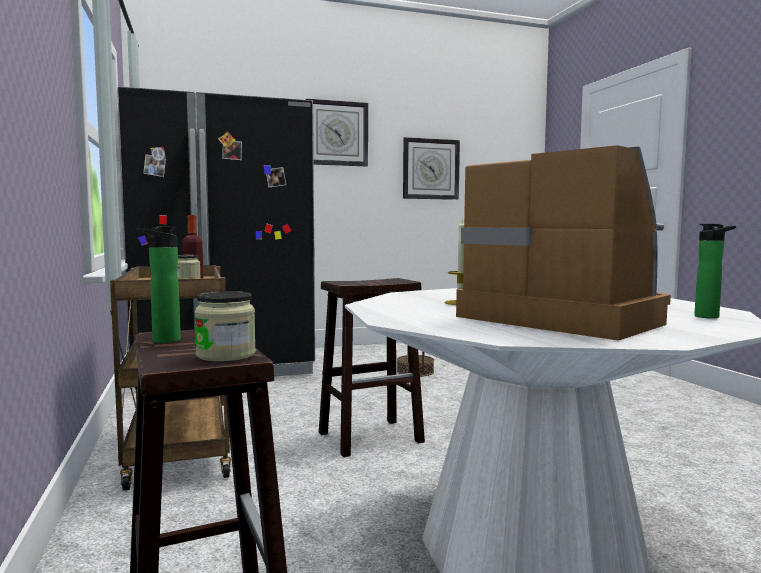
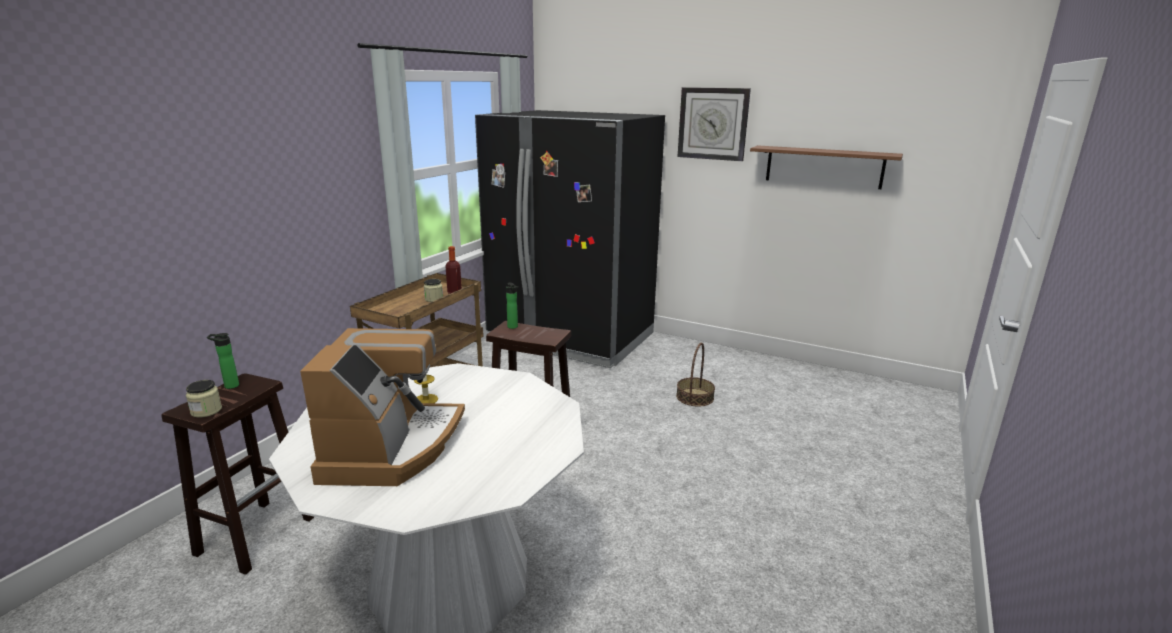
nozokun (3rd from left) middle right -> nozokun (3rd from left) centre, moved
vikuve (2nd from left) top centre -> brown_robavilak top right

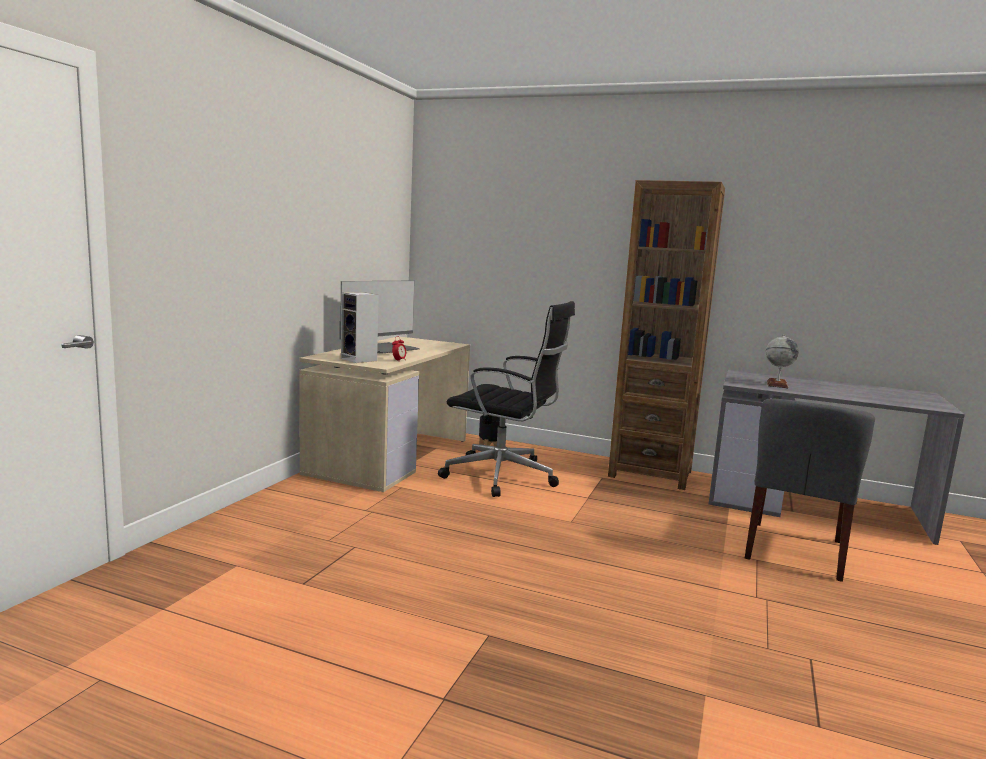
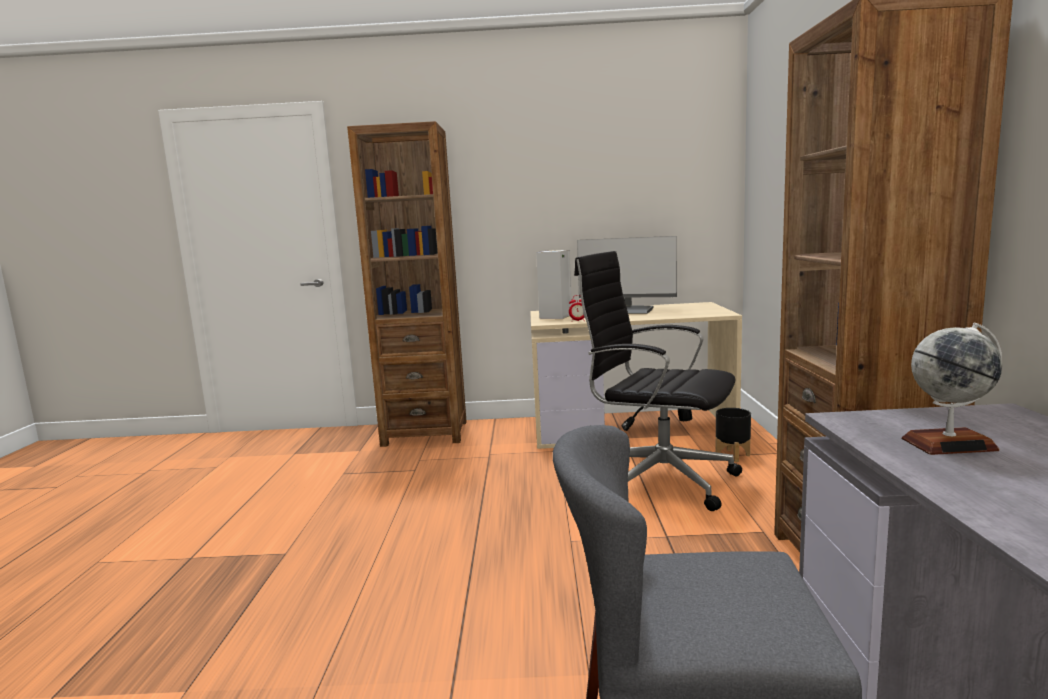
none -> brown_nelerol (1st from left) centre
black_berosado centre, 120 degrees clockwise

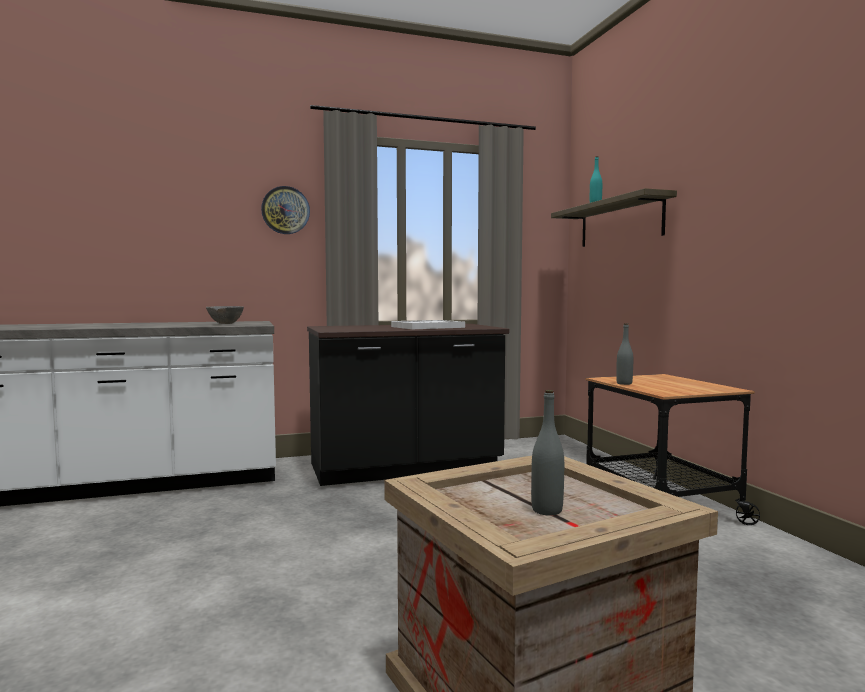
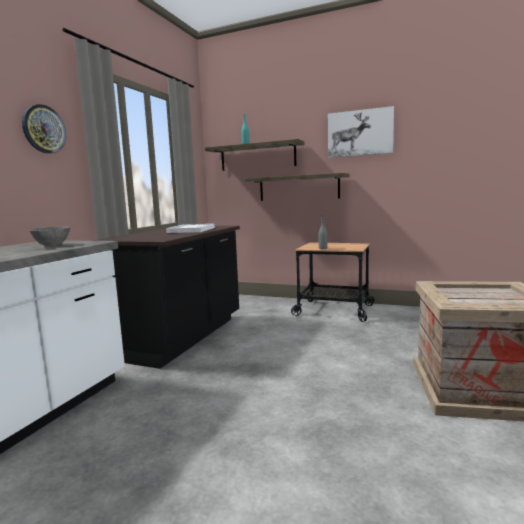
grey_nozokun (1st from left) centre -> none
none -> robavilak (2nd from left) centre
none -> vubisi top right

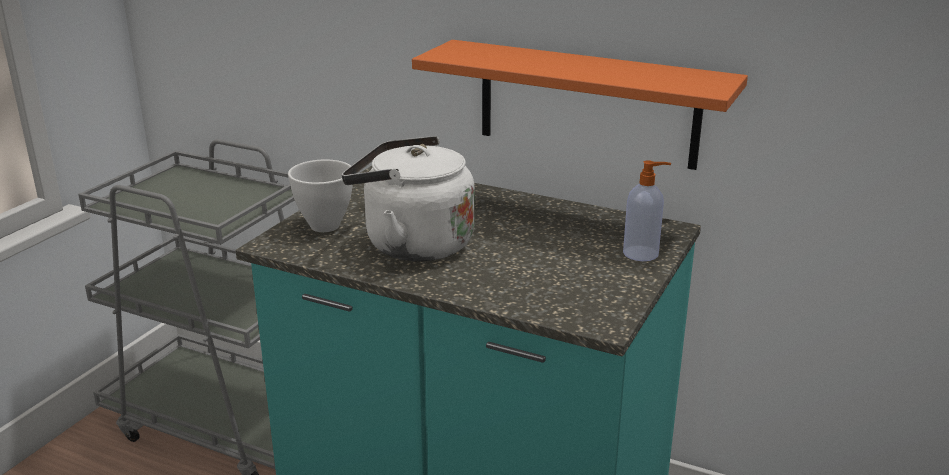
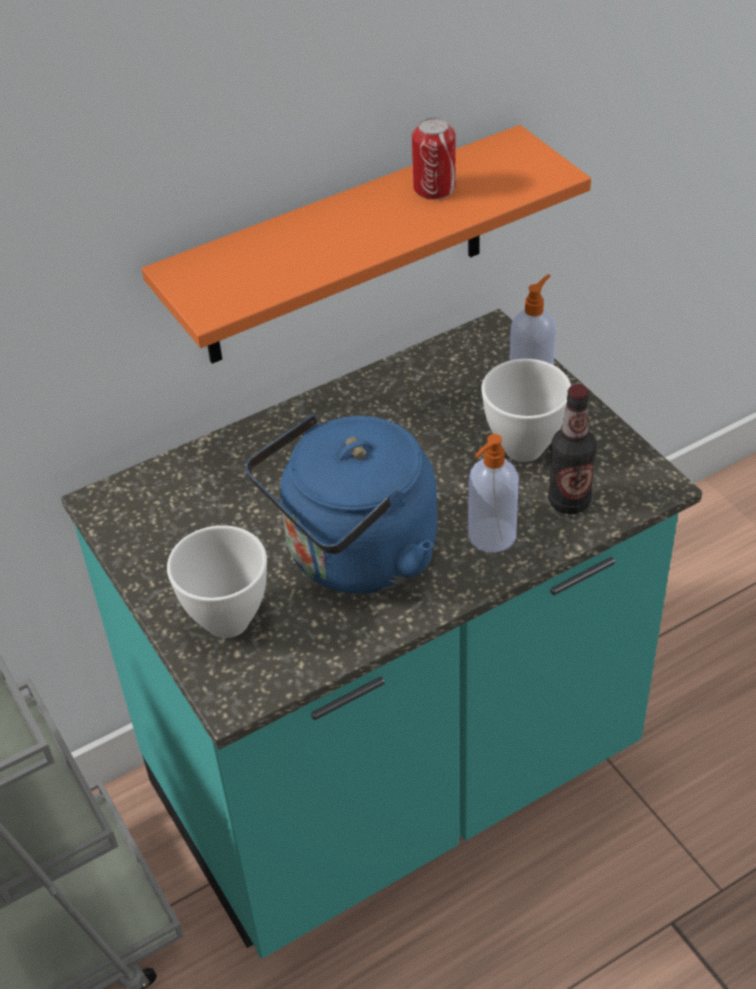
none -> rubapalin top centre
none -> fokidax (1st from left) centre
none -> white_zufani (2nd from left) middle right
none -> nozokun middle right
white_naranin centre -> blue_naranin centre

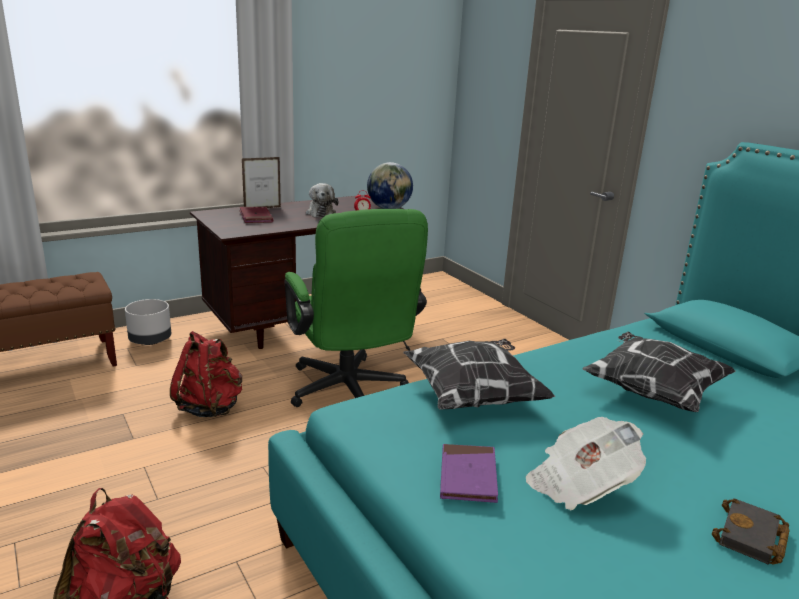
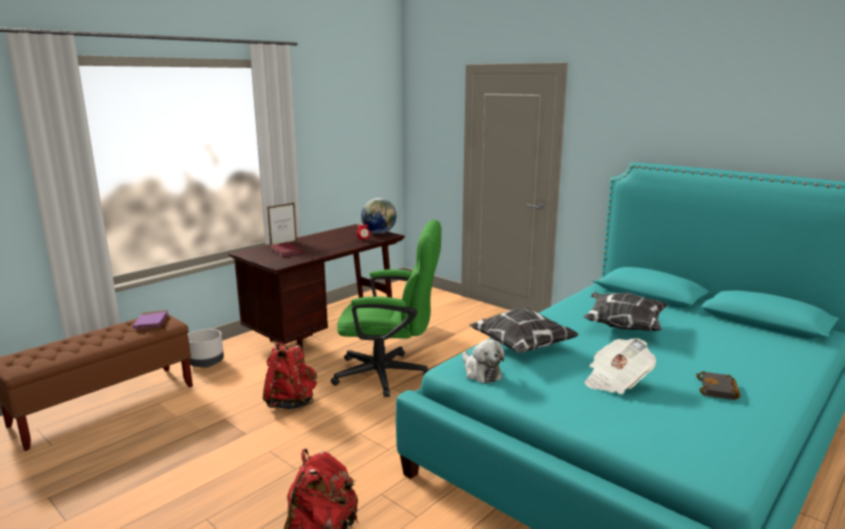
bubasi centre -> bubasi bottom centre, moved
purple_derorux bottom centre -> purple_derorux middle left, moved
green_berosado centre, 45 degrees counterclockwise

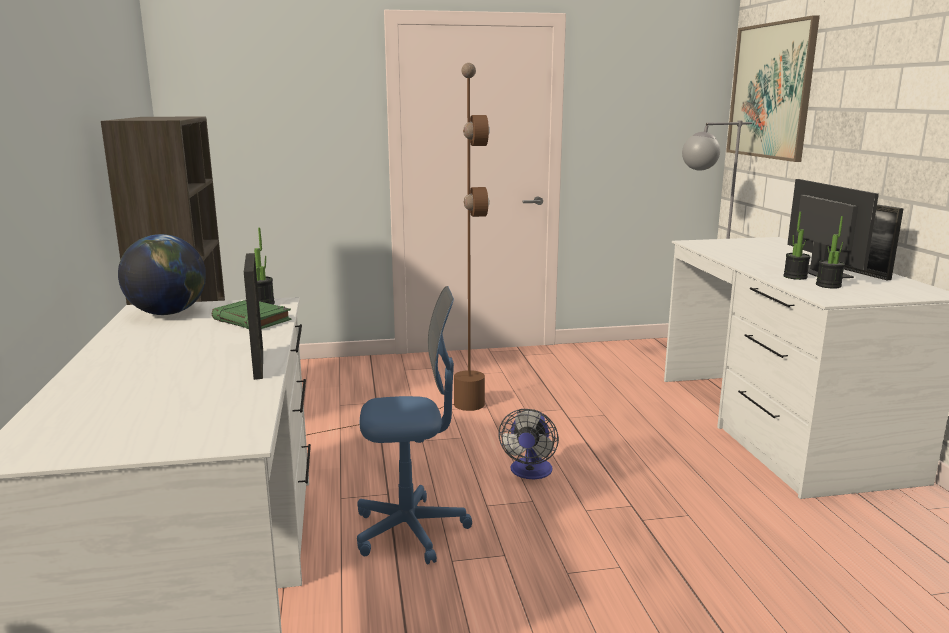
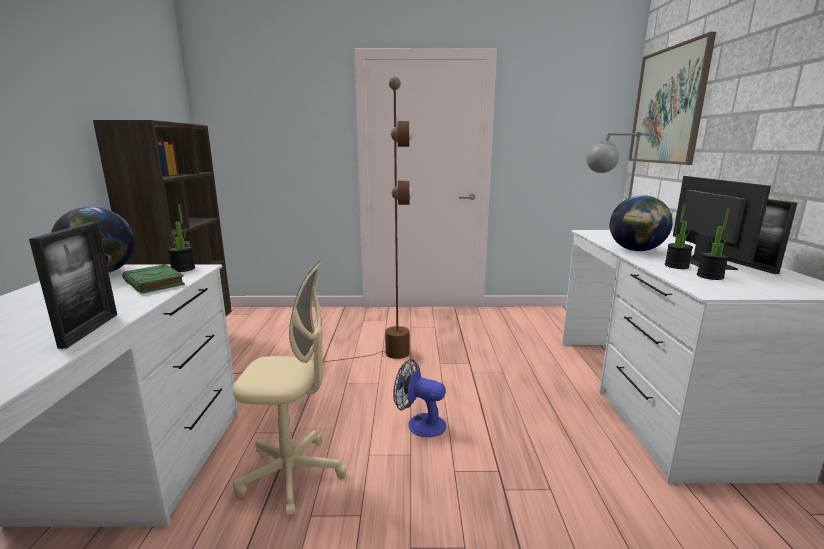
none -> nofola (2nd from left) middle right
blue_berosado bottom centre -> beige_berosado bottom centre
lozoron bottom centre, 90 degrees clockwise

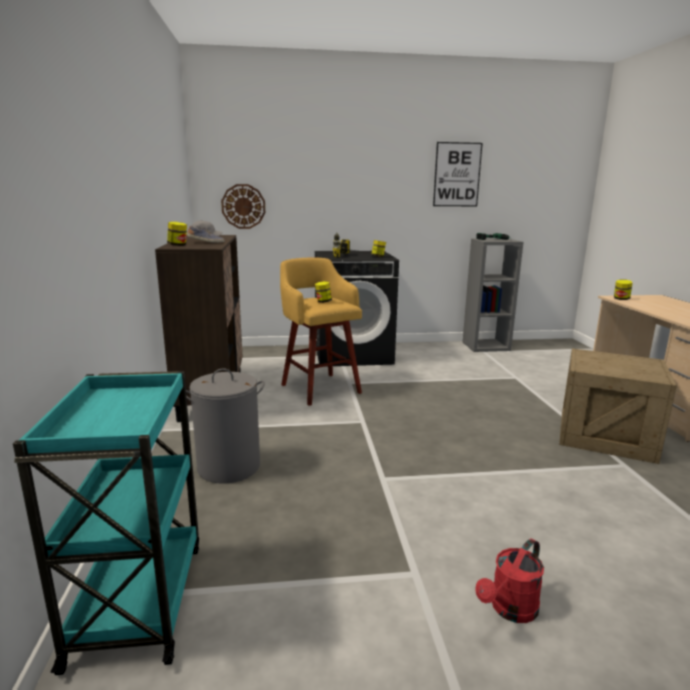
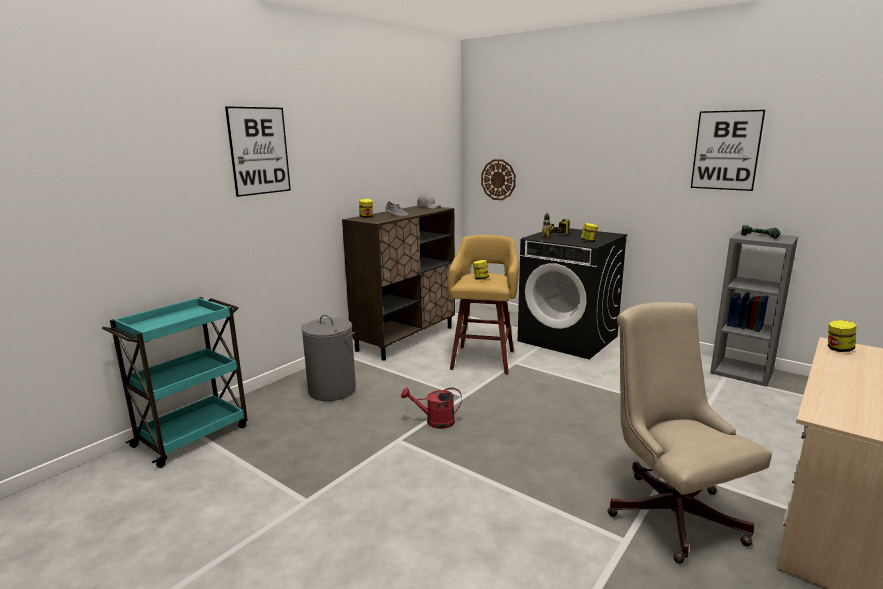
none -> vubisi (1st from left) top left
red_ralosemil bottom right -> red_ralosemil bottom centre, moved
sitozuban middle right -> beige_berosado bottom right

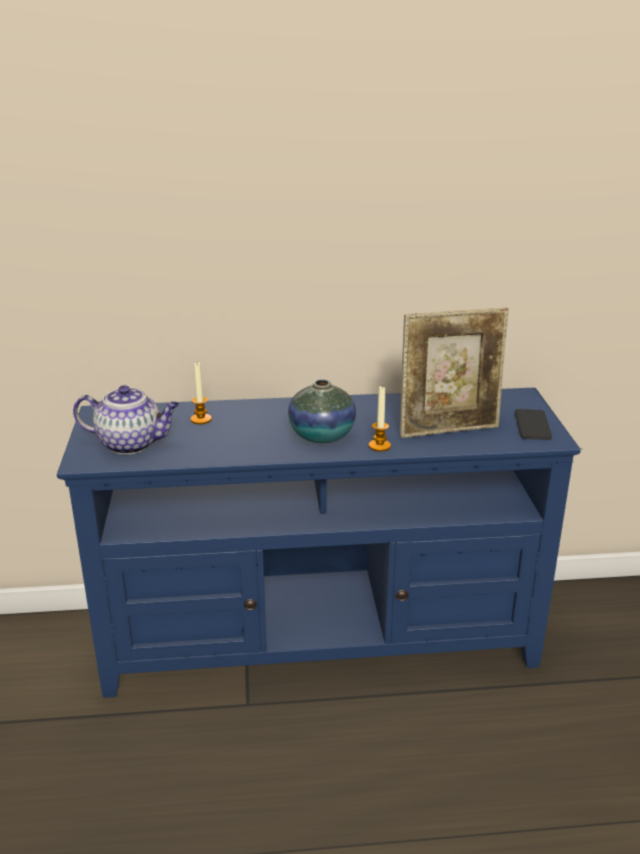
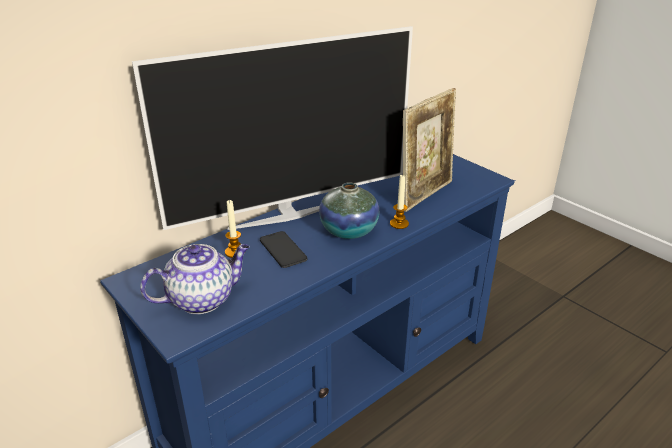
none -> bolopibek top centre
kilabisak middle right -> kilabisak centre, moved

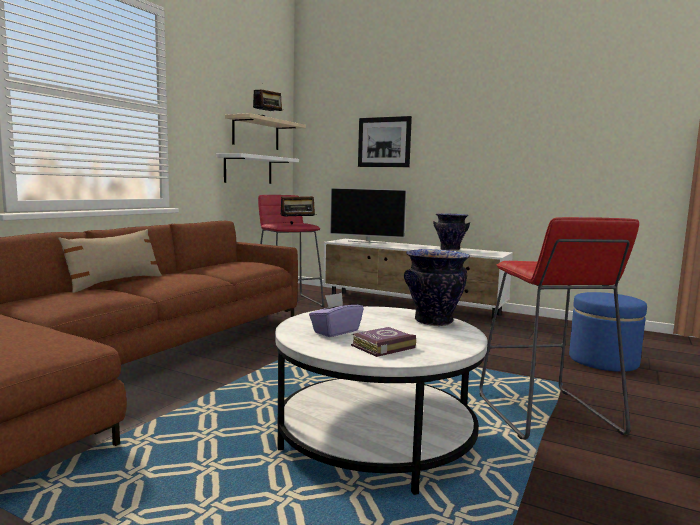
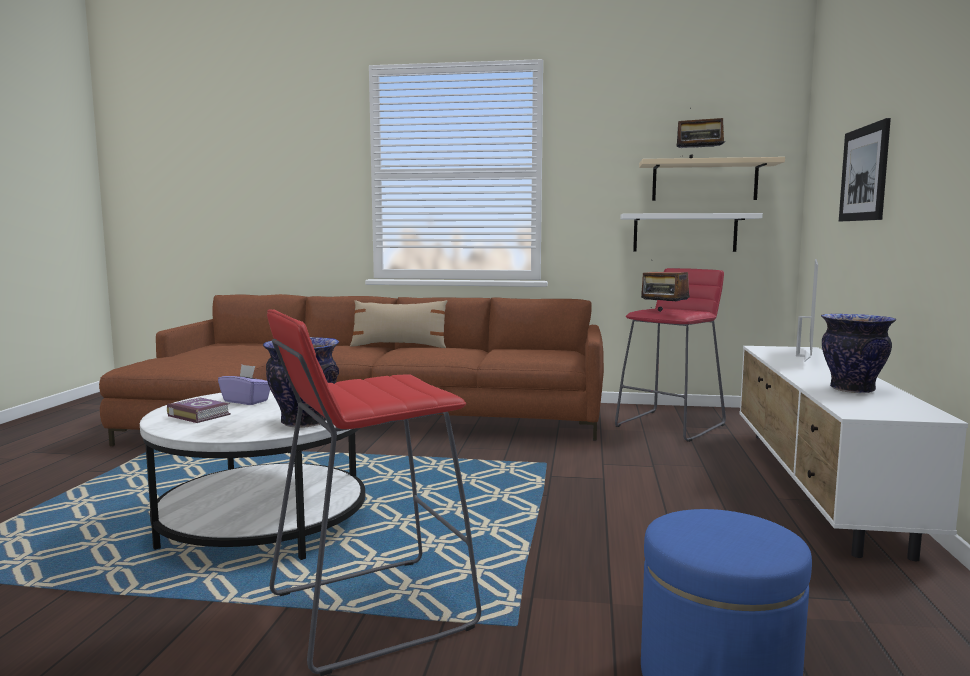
bolopibek centre -> bolopibek middle right, 150 degrees counterclockwise

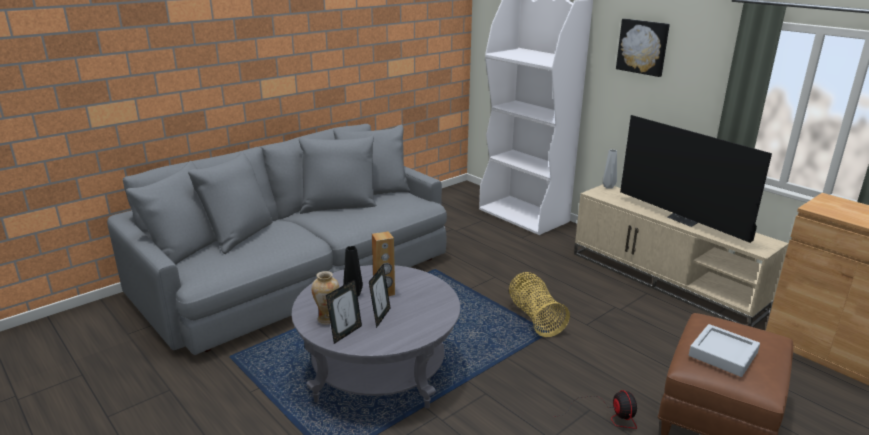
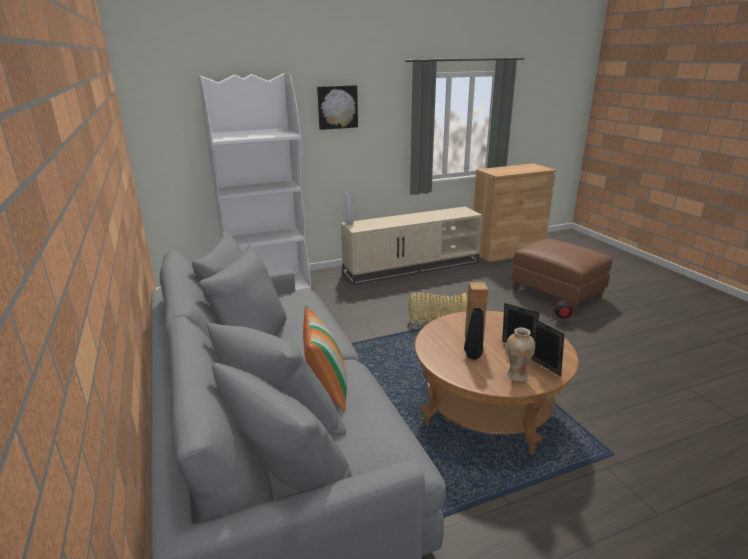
bolopibek middle right -> none
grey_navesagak bottom right -> none
none -> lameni centre
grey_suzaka bottom centre -> brown_suzaka bottom centre

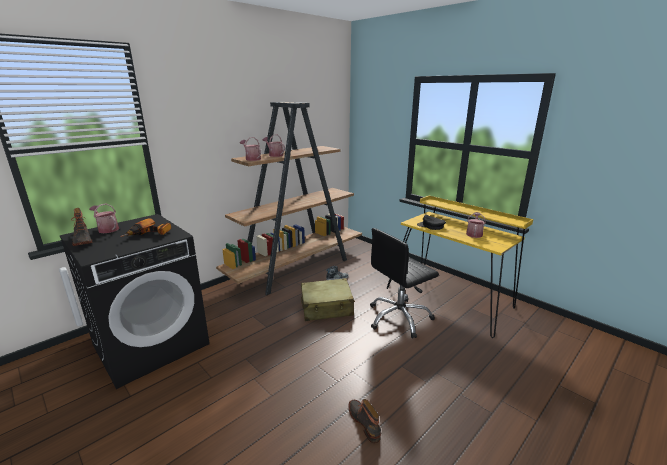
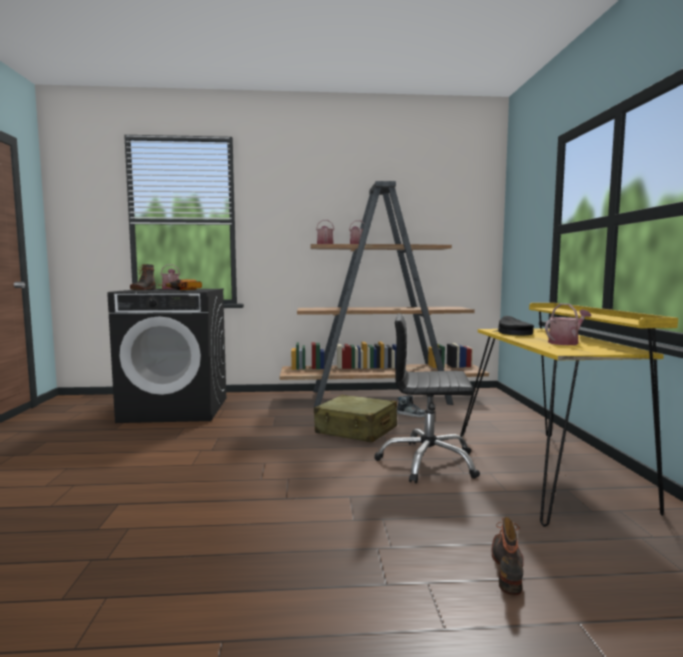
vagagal (2nd from left) bottom centre -> vagagal (2nd from left) bottom right, moved

